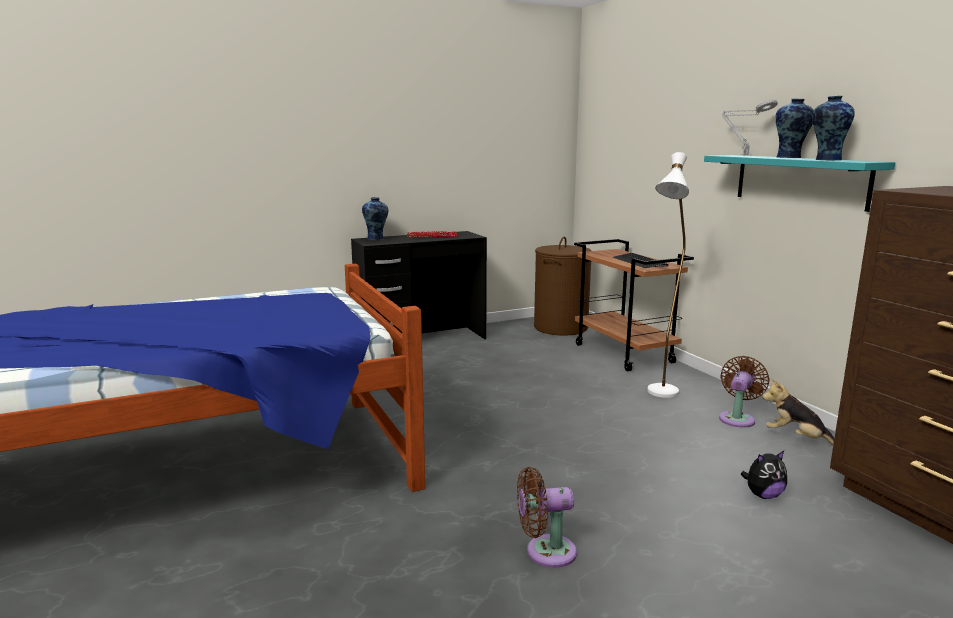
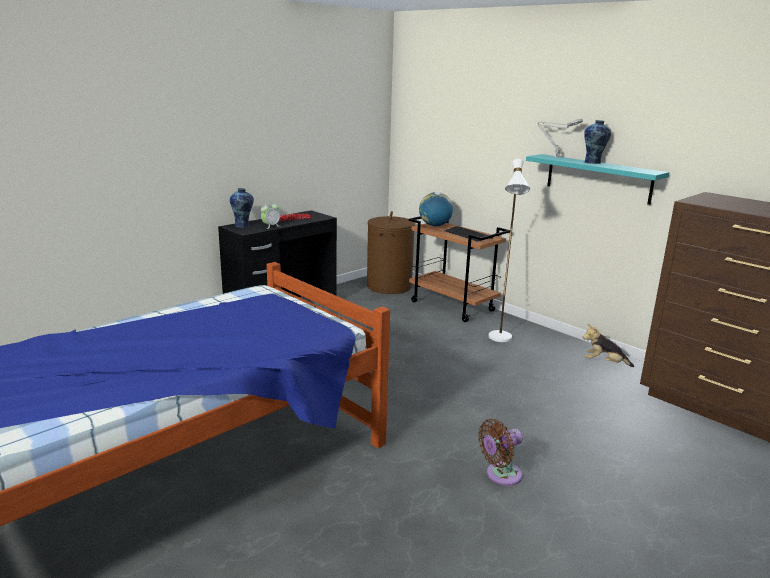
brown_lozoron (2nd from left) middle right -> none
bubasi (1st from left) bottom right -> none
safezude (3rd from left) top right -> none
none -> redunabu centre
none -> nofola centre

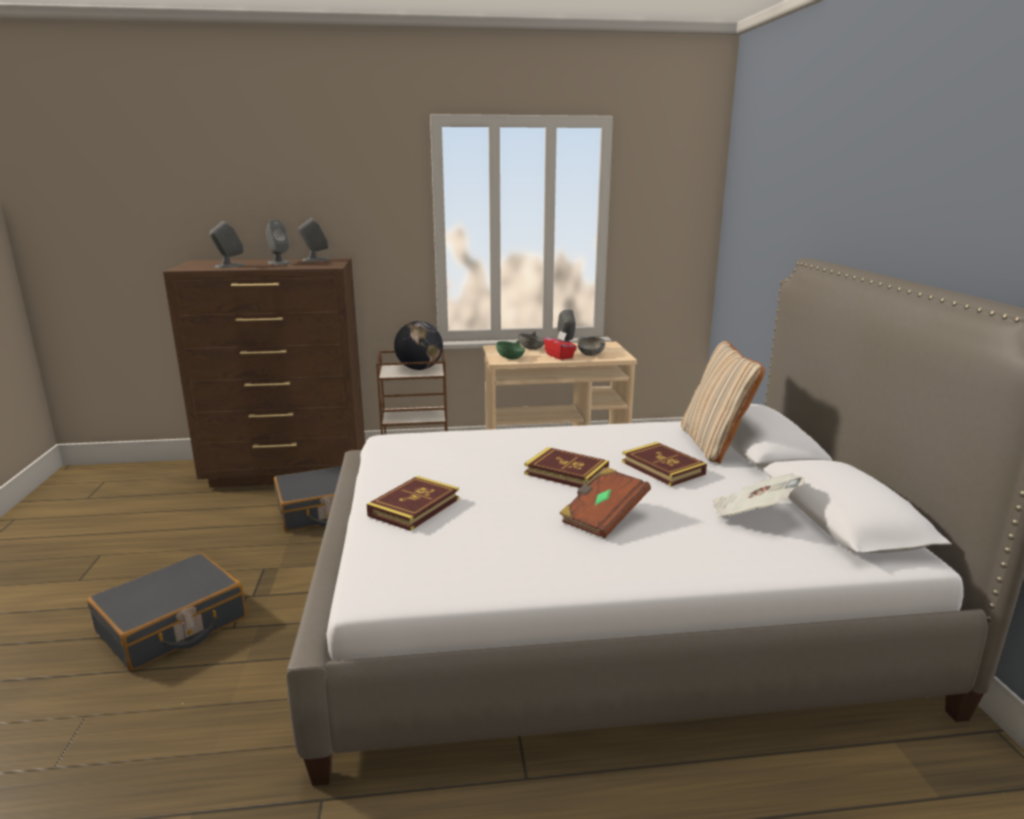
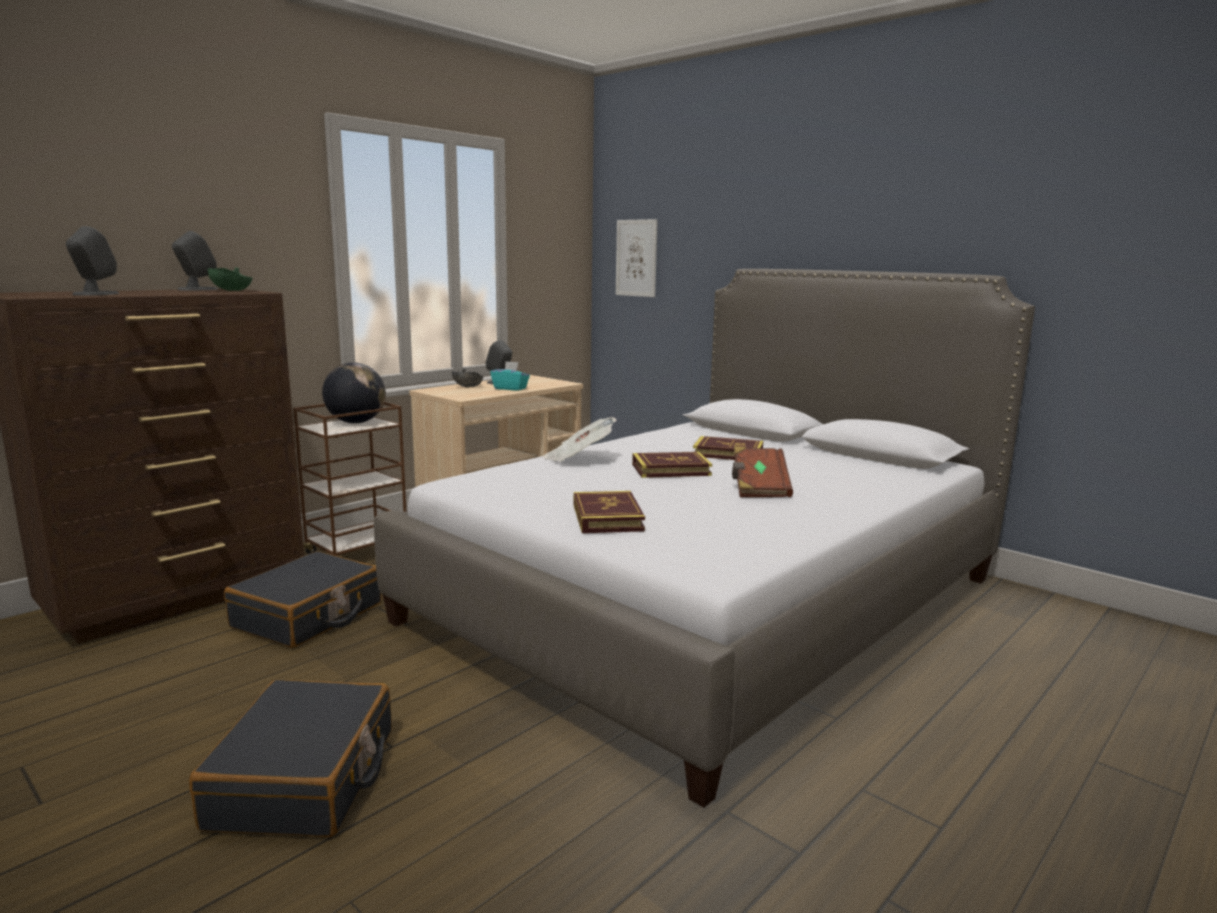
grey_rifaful (2nd from left) top left -> none
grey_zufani (2nd from left) centre -> none
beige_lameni middle right -> none
none -> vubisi top centre
green_zufani centre -> green_zufani top left, moved
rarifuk middle right -> rarifuk centre, moved
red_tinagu centre -> turquoise_tinagu centre

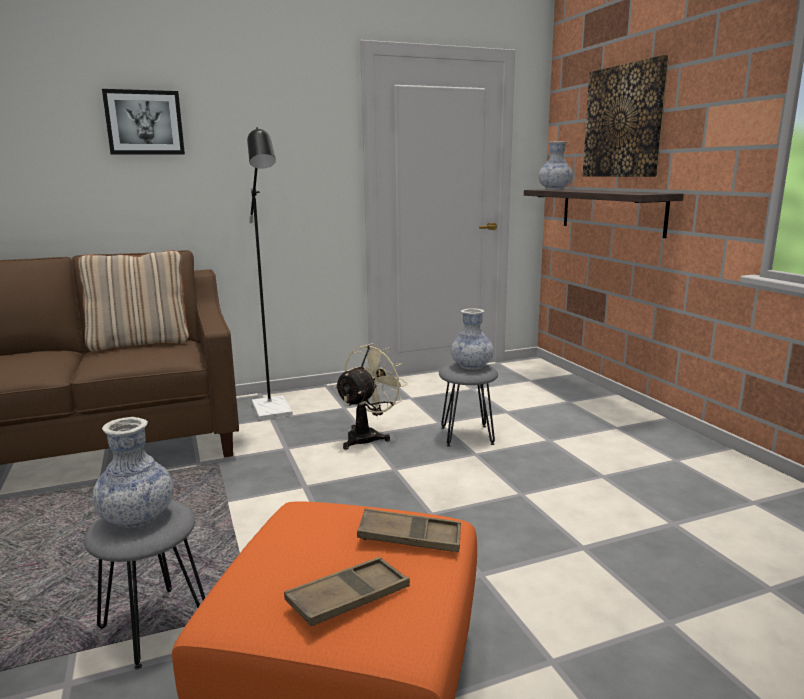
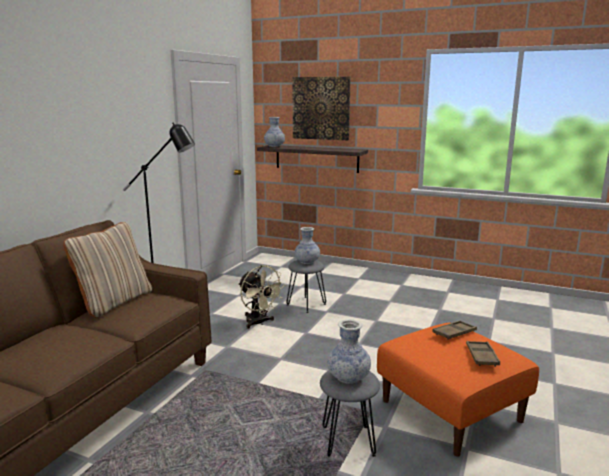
vubisi (1st from left) top left -> none
beige_lozoron centre, 150 degrees clockwise

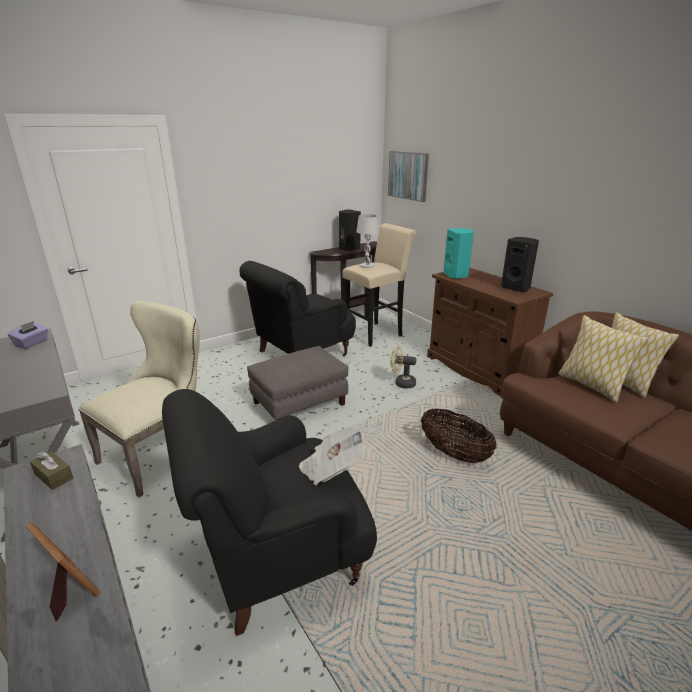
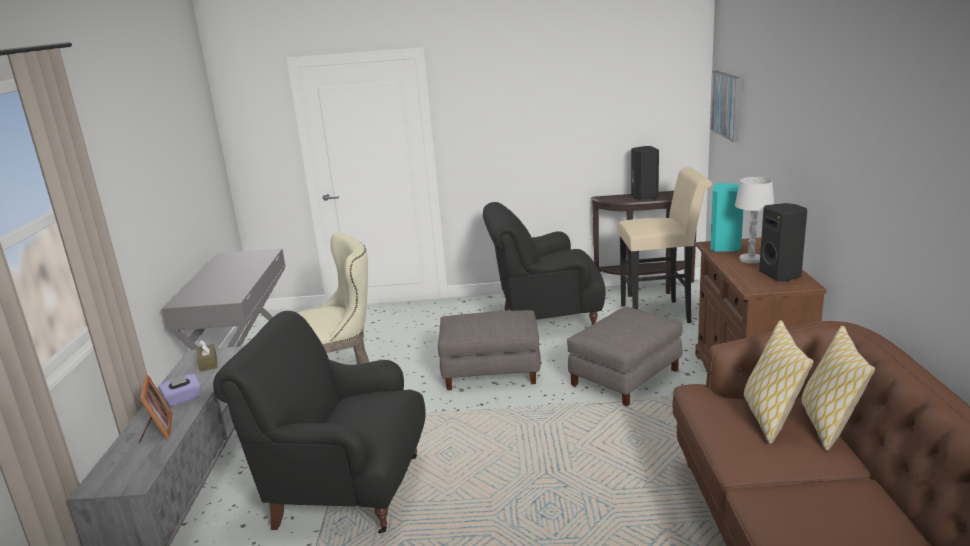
rarifuk centre -> none
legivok centre -> none
purple_tinagu middle left -> purple_tinagu bottom left, moved
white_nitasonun centre -> white_nitasonun middle right, moved
beige_lozoron centre -> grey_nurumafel (2nd from left) centre

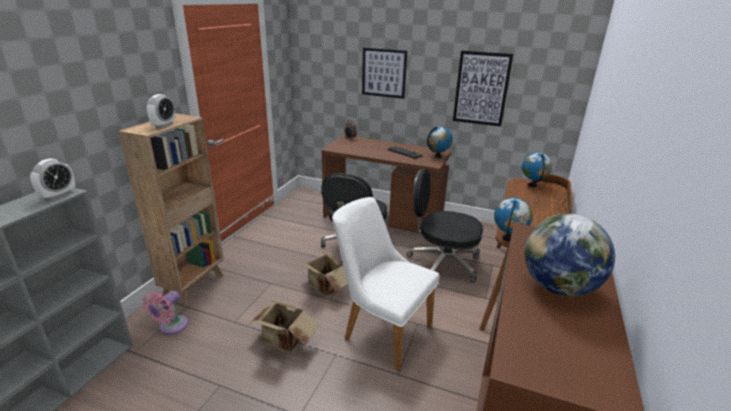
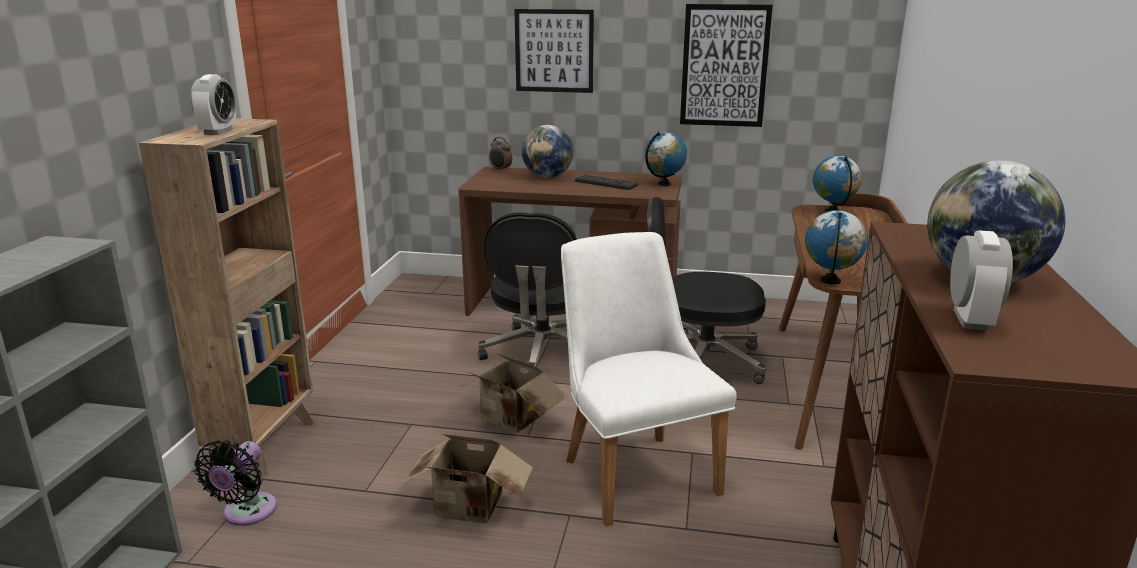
none -> nofola (1st from left) top centre
redunabu (1st from left in the first image) middle left -> redunabu (3rd from left) middle right, moved
pink_lozoron bottom left -> black_lozoron bottom left
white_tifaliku bottom centre, 45 degrees clockwise

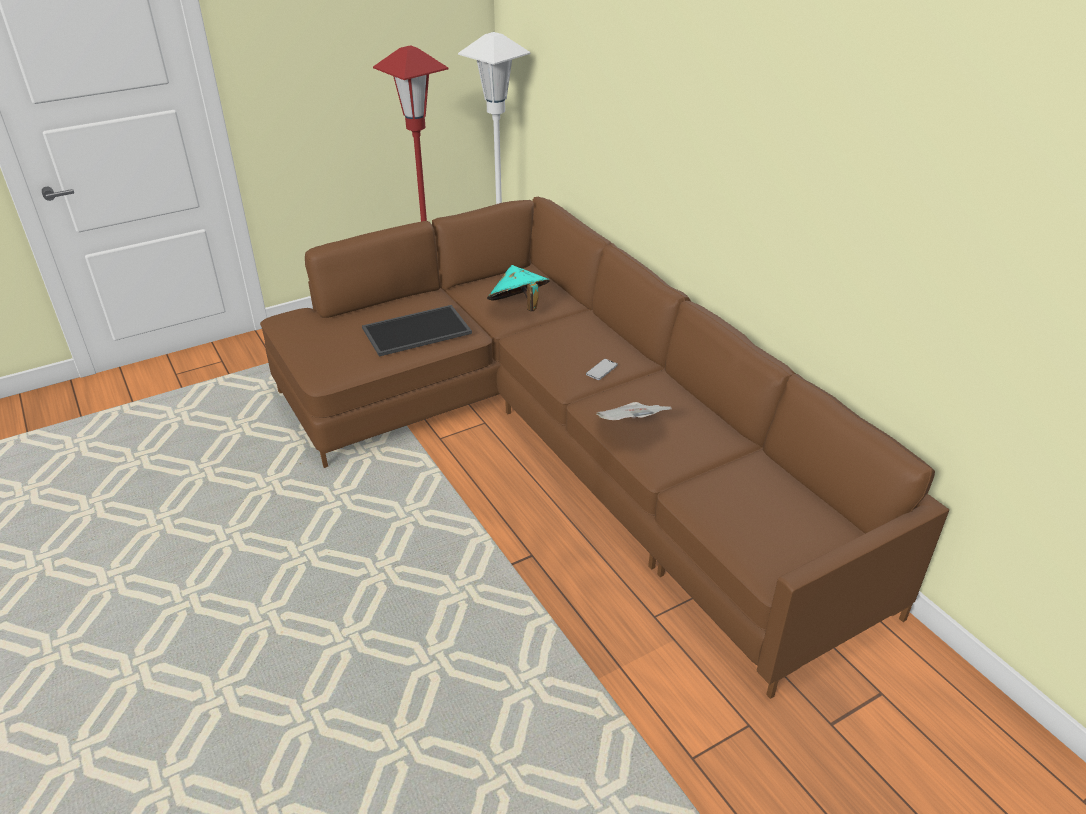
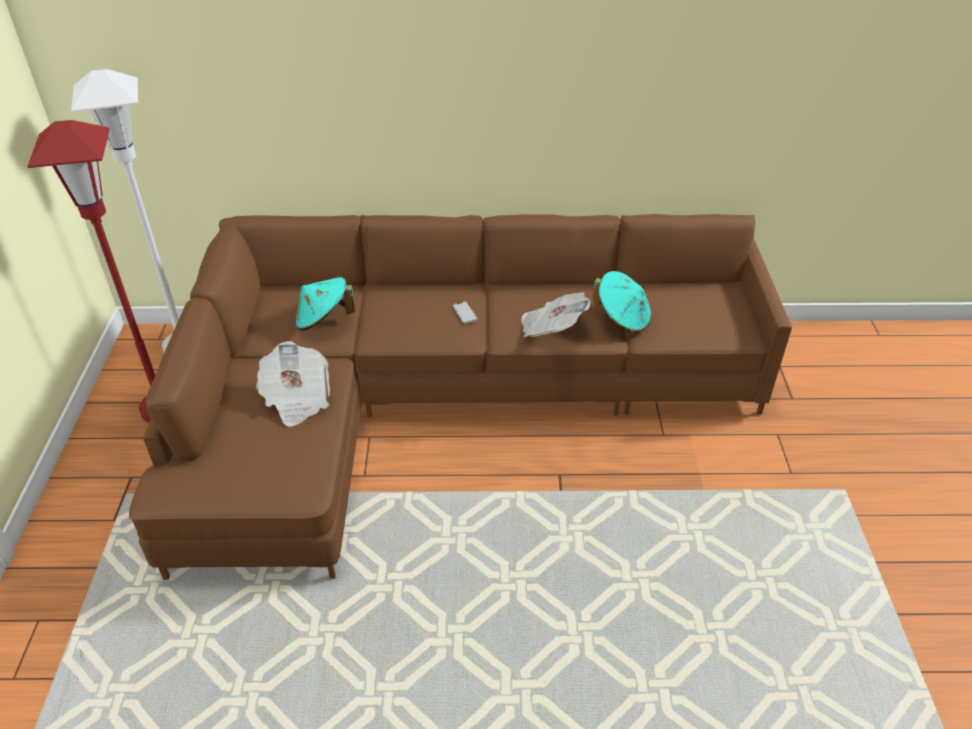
none -> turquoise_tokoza (2nd from left) centre
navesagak centre -> rarifuk (1st from left) middle left

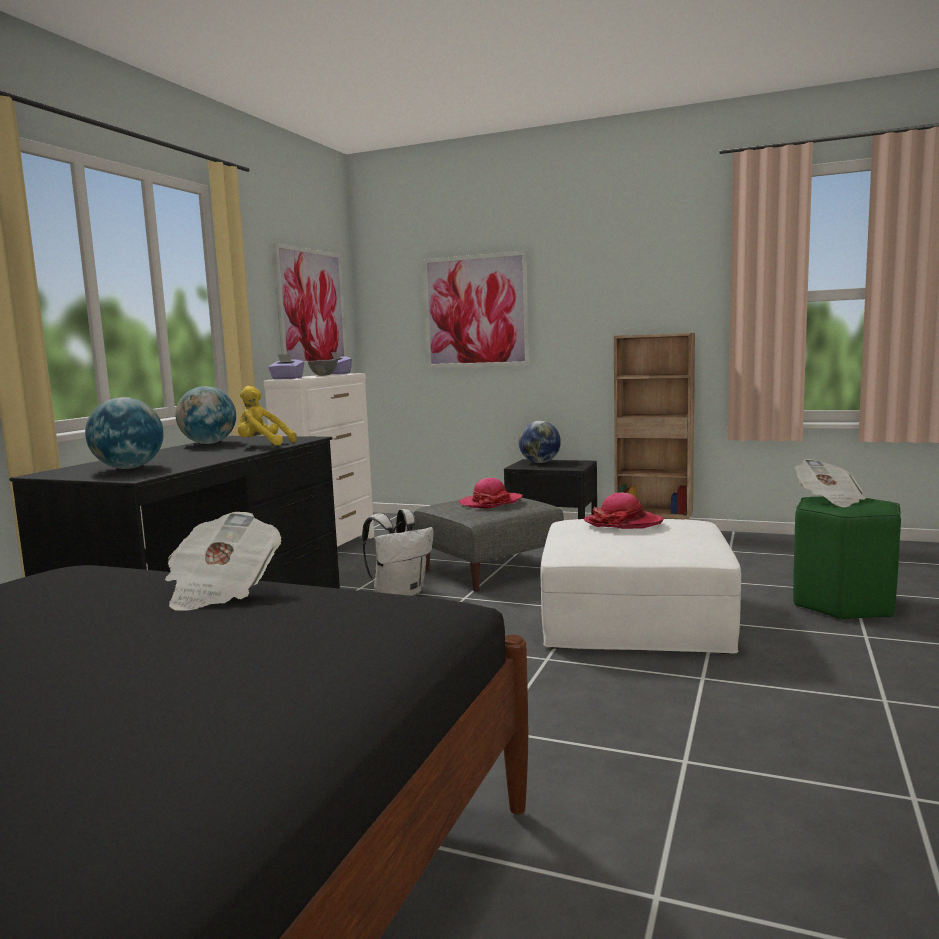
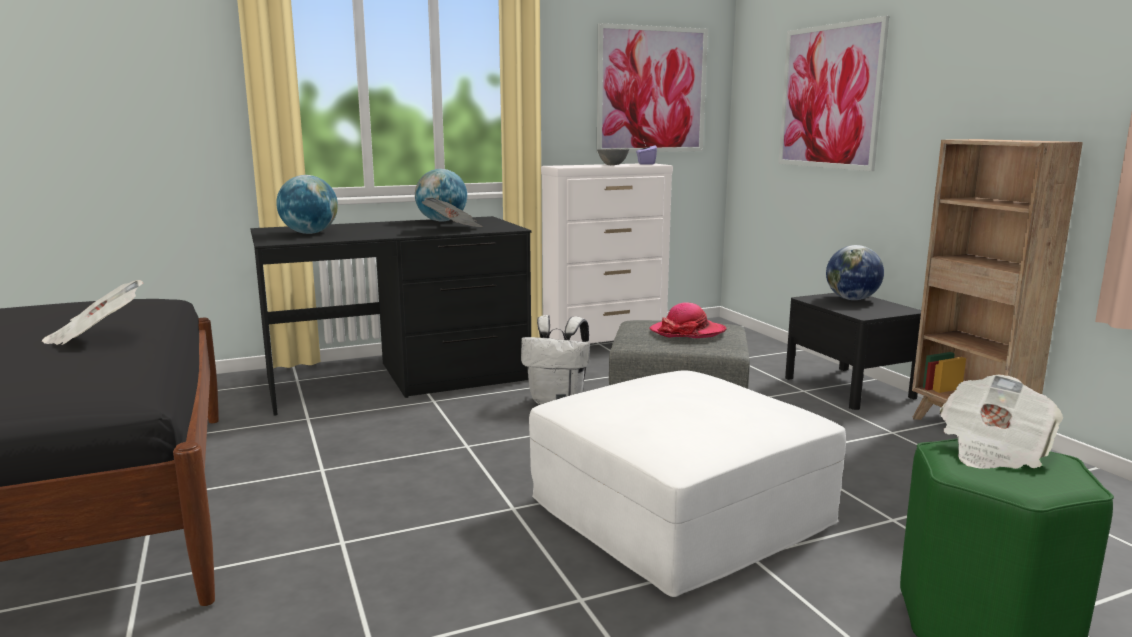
purple_tinagu (1st from left) middle left -> none
tokoza (2nd from left) centre -> none
yellow_bubasi middle left -> rarifuk (2nd from left) top centre

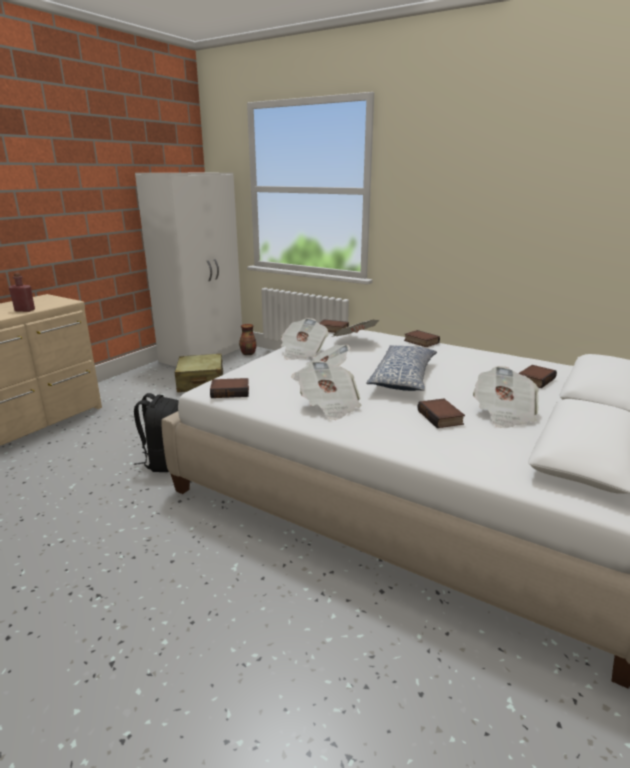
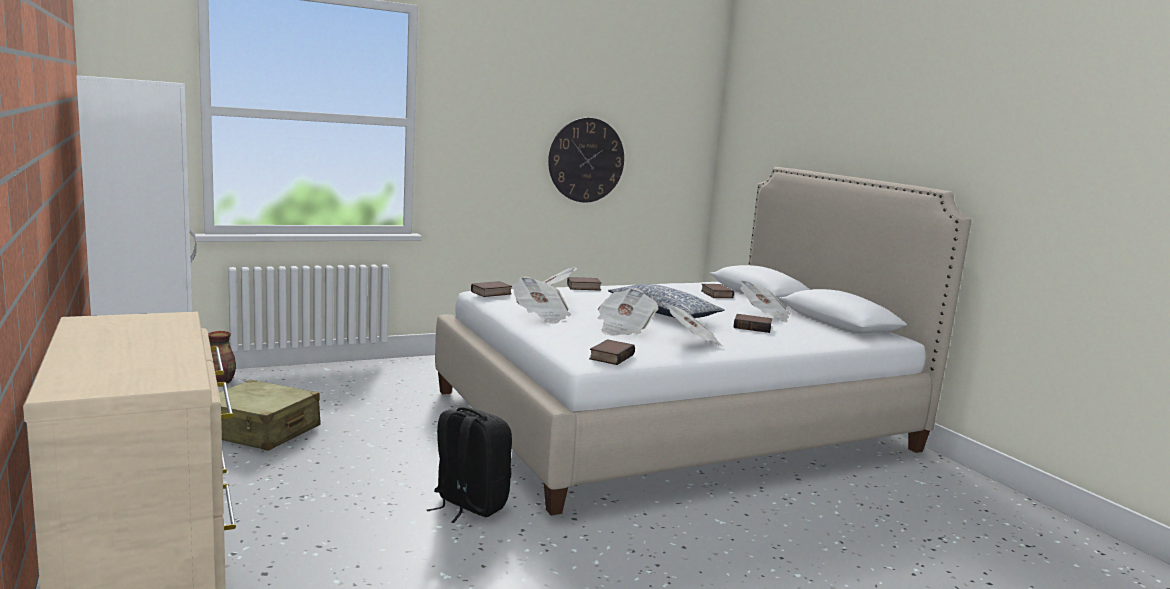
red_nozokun middle left -> none
none -> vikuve top centre

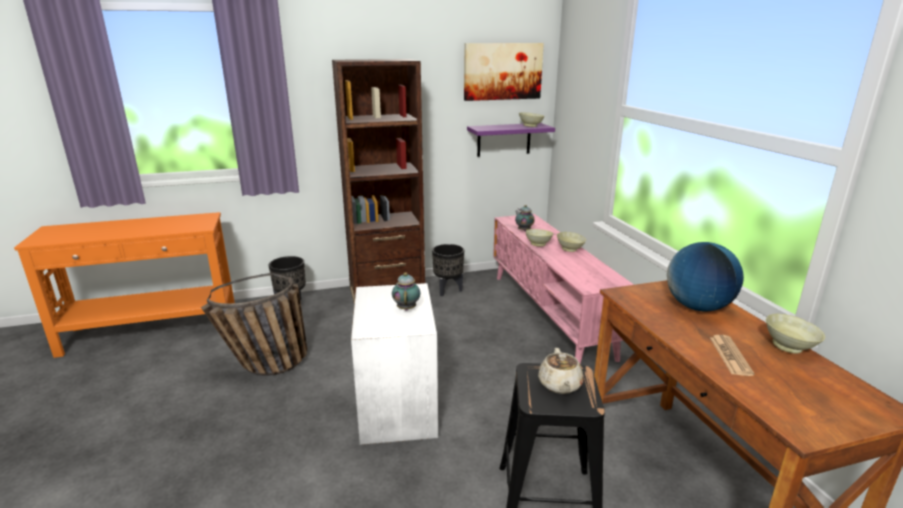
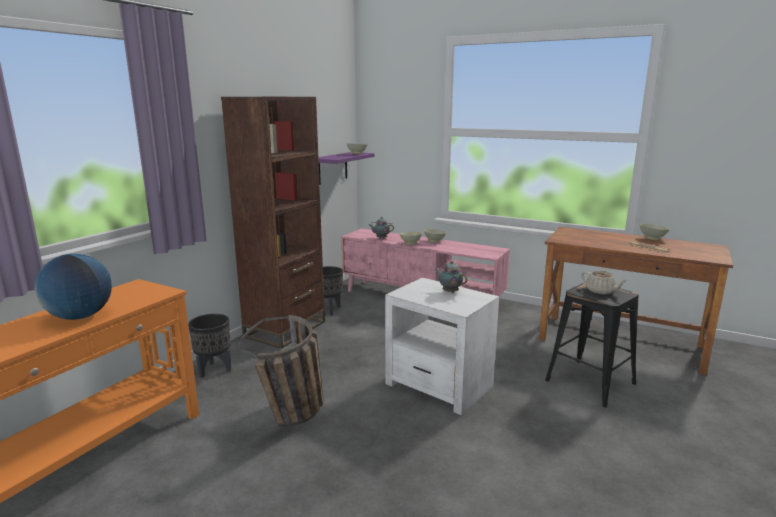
vubisi top centre -> none
nofola middle right -> nofola middle left, moved

